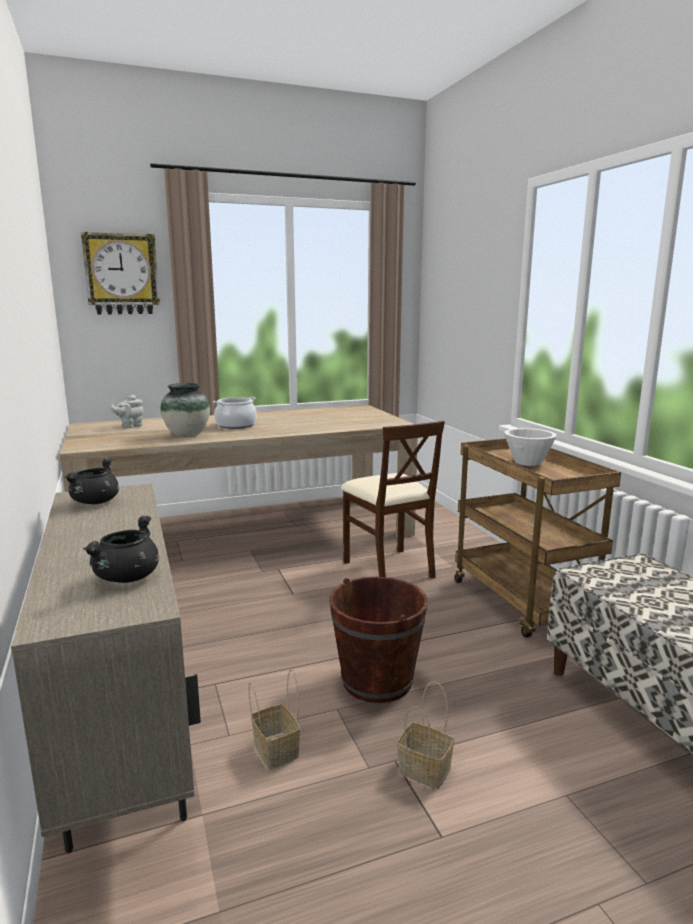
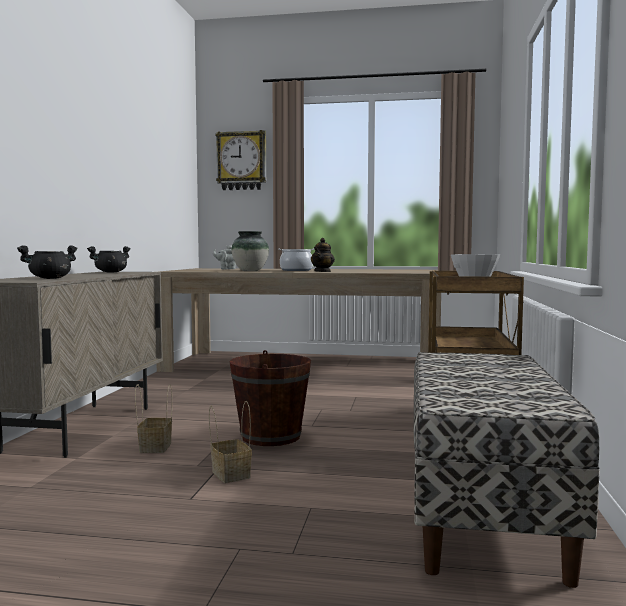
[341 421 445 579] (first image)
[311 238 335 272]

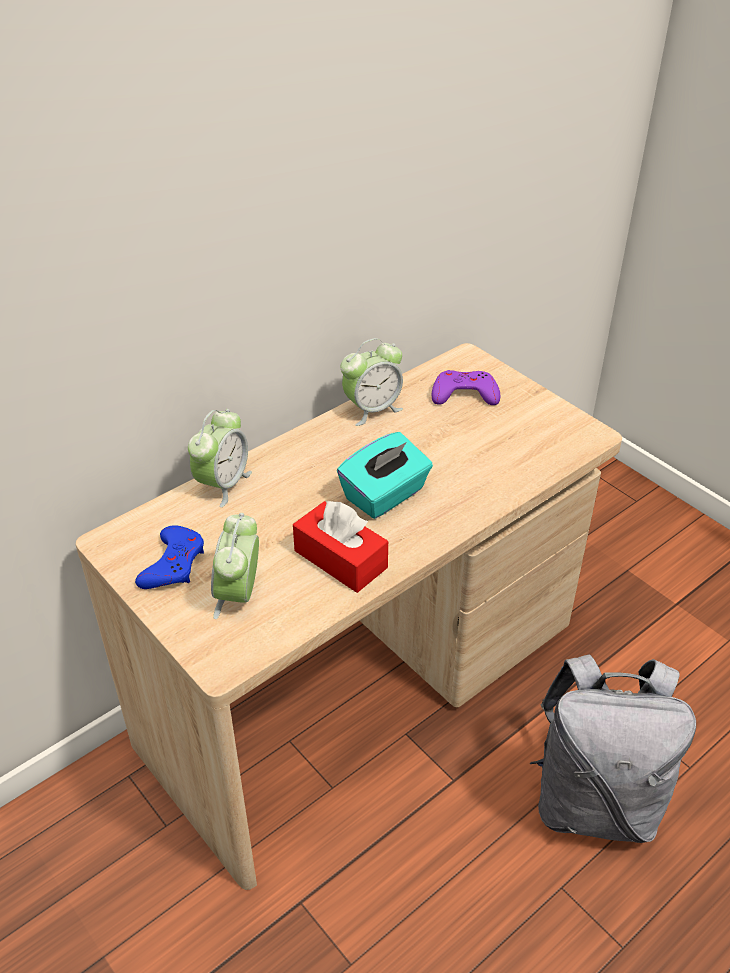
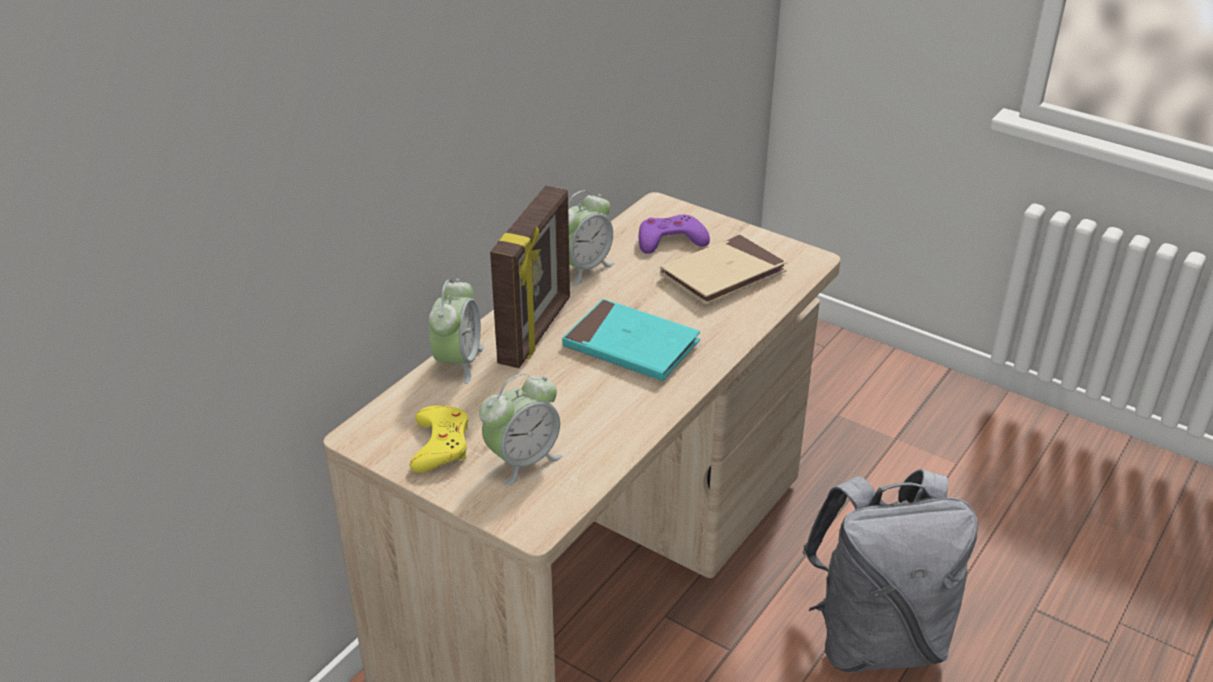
[410 405 469 473]
[479 373 562 486]
[293 501 388 593] (first image)
[562 299 700 381]
[490 186 570 368]
[660 234 787 305]

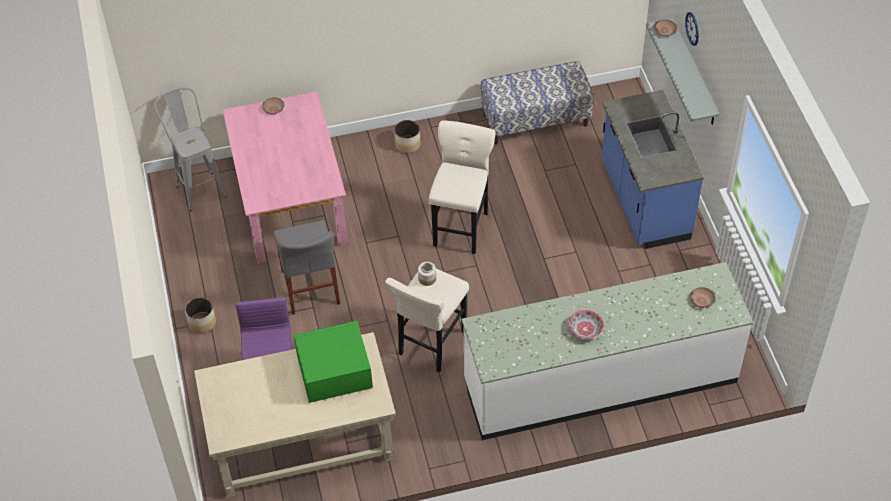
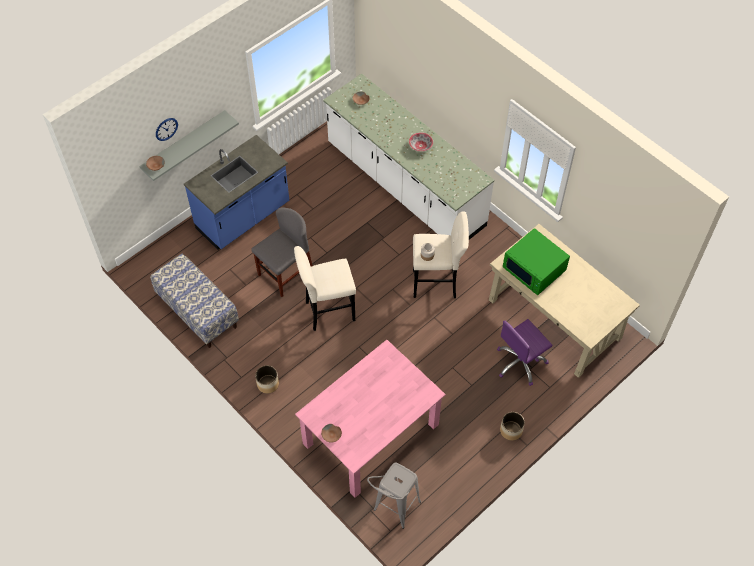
[251 207 313 297]

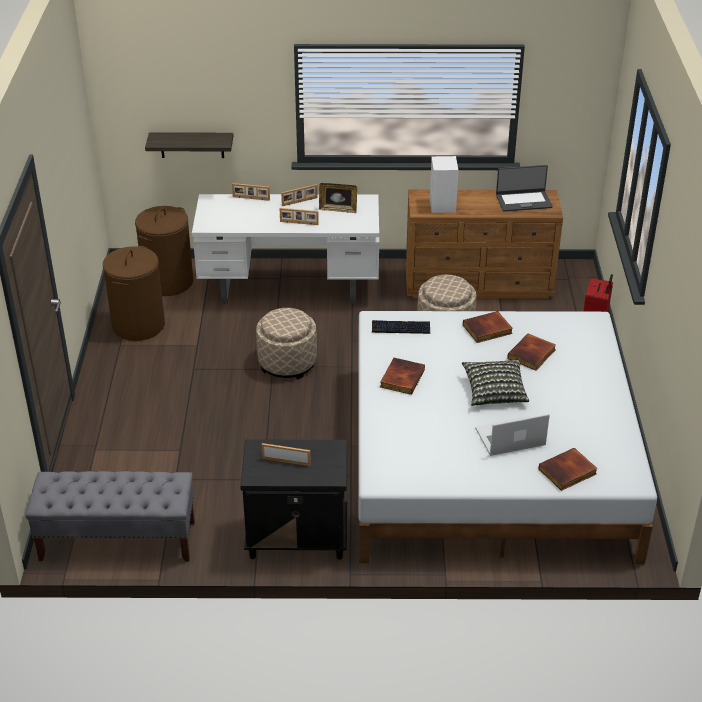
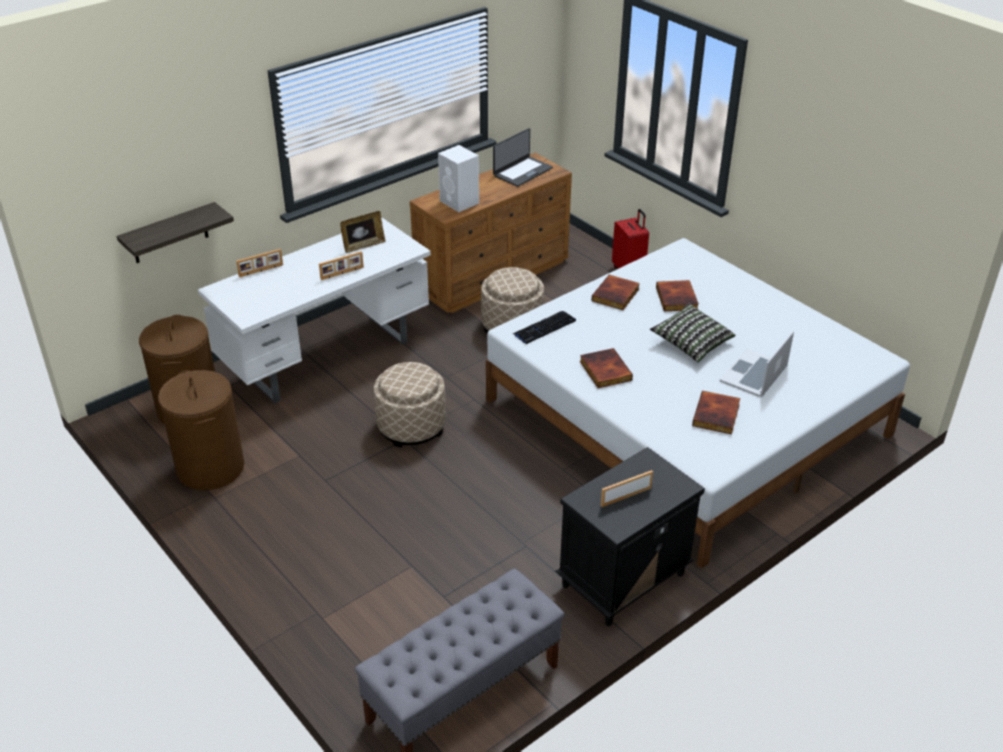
[281 184 317 206] (first image)
[692 391 740 434]

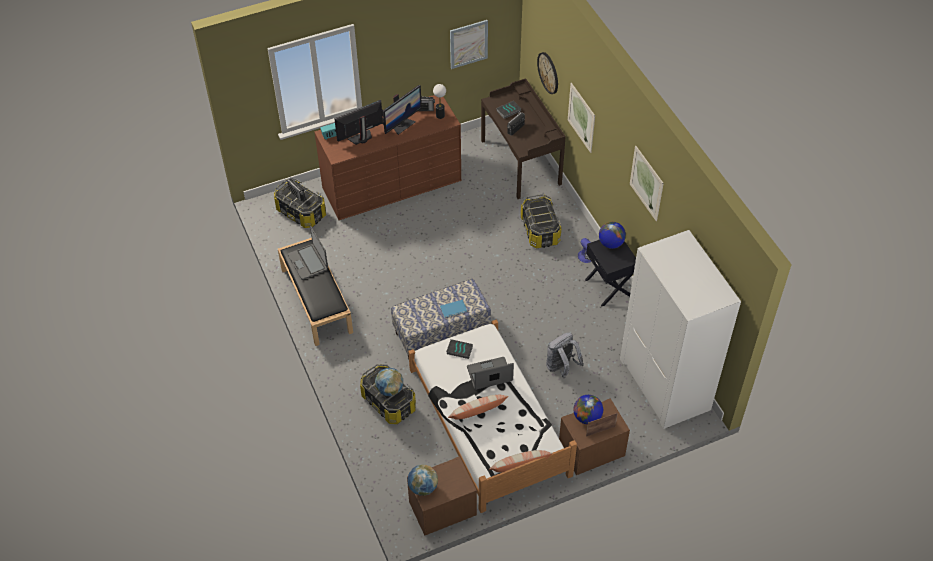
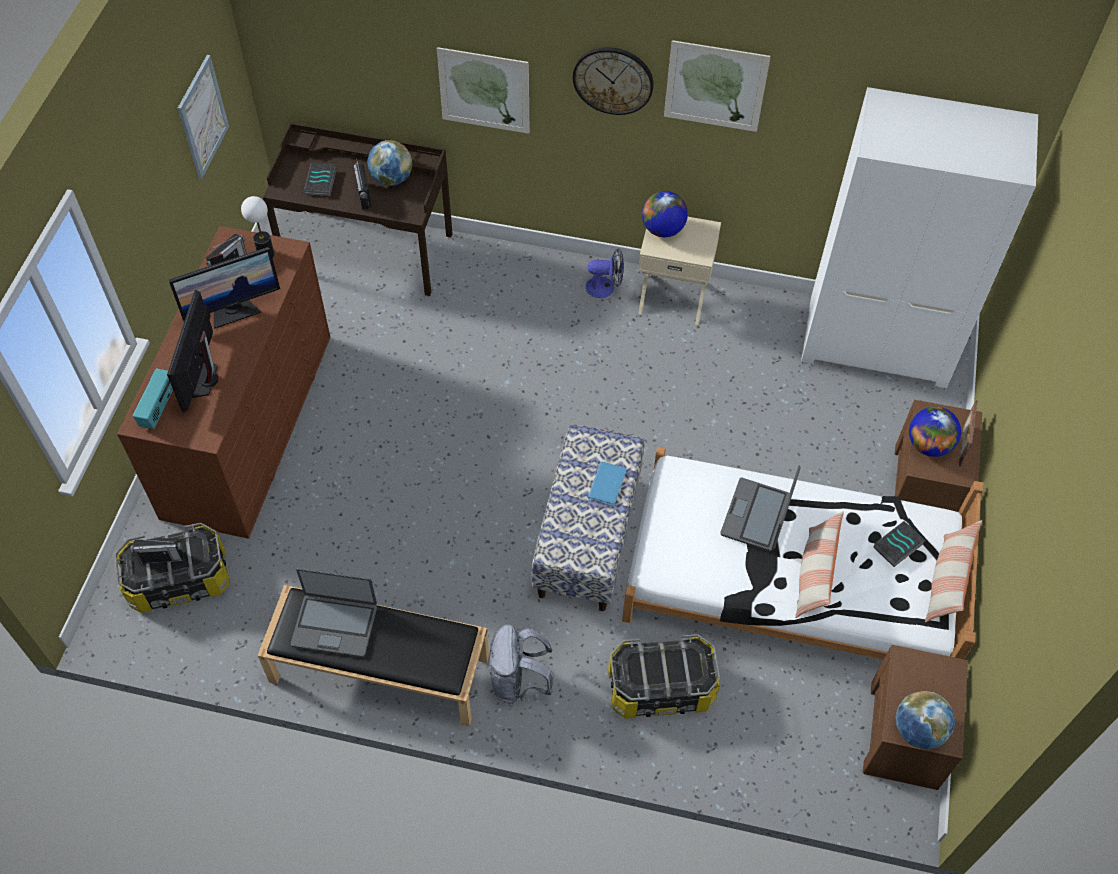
[367 140 413 186]
[169 247 280 329]
[873 521 925 567]
[521 194 561 248] (first image)
[573 47 654 115]
[489 624 553 704]
[638 217 721 325]

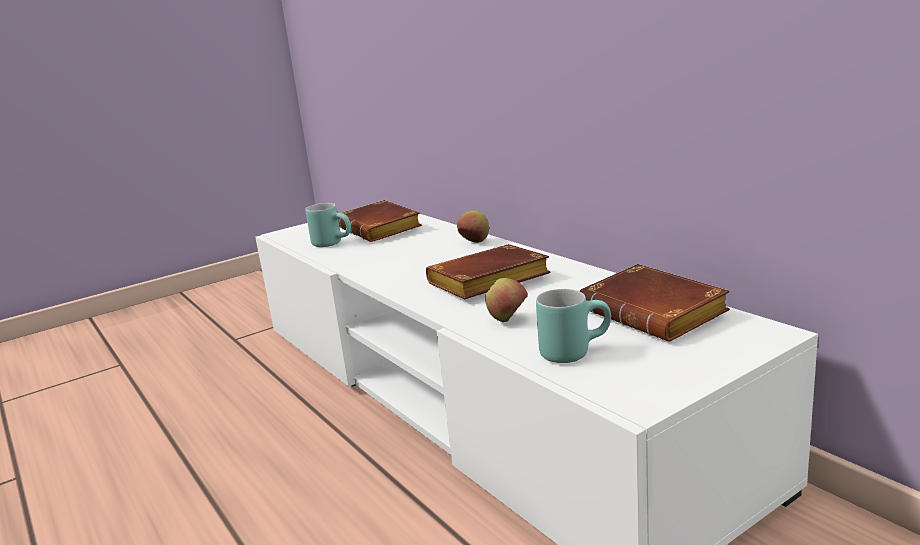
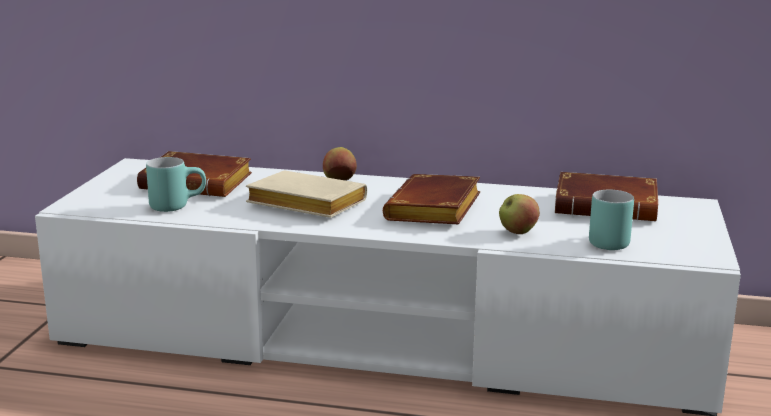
[246 170 367 218]

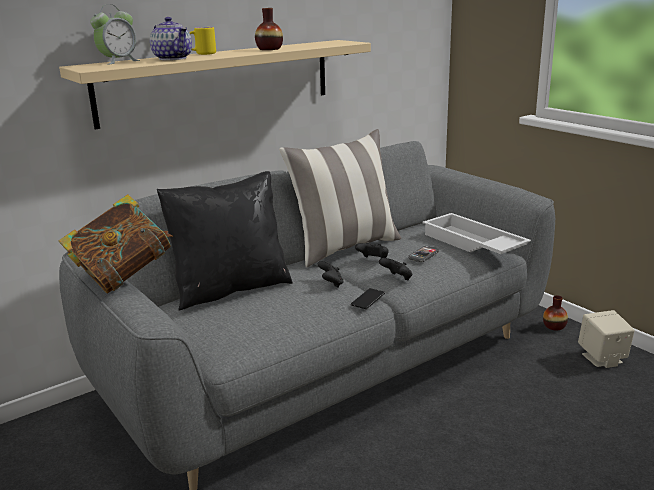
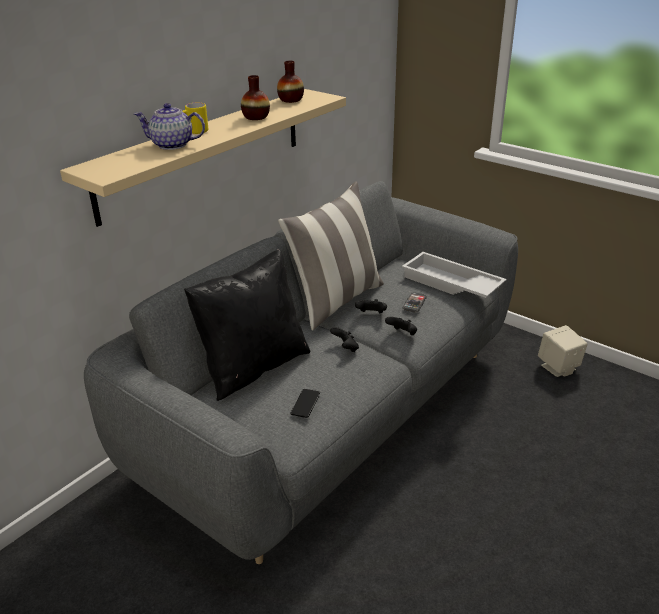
[59 194 173 294] (first image)
[90 4 140 65] (first image)
[134 103 205 150]
[290 389 320 418]
[277 61 304 103]

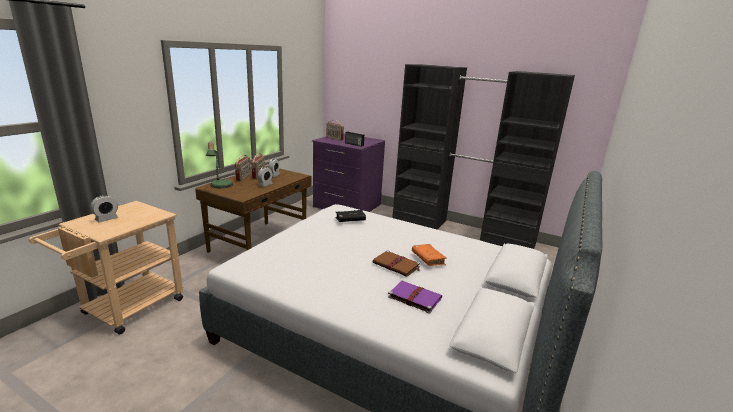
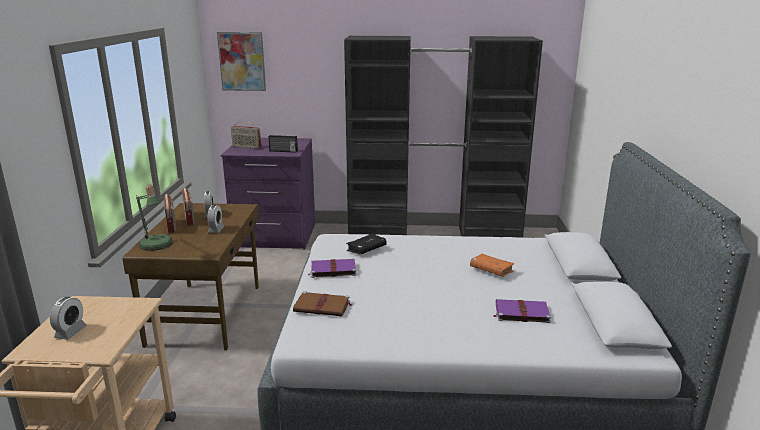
[293 291 353 316]
[217 32 266 91]
[308 259 356 278]

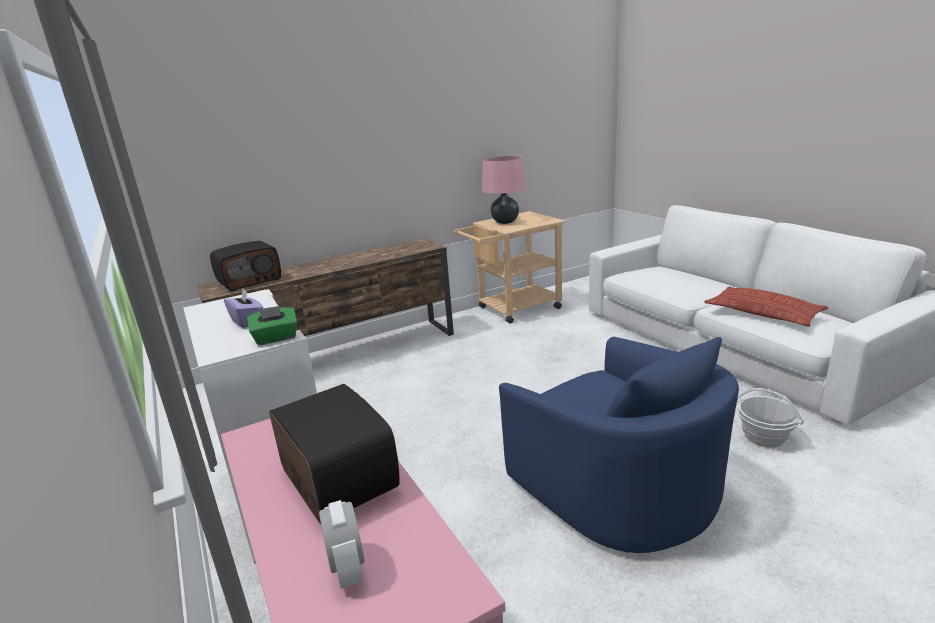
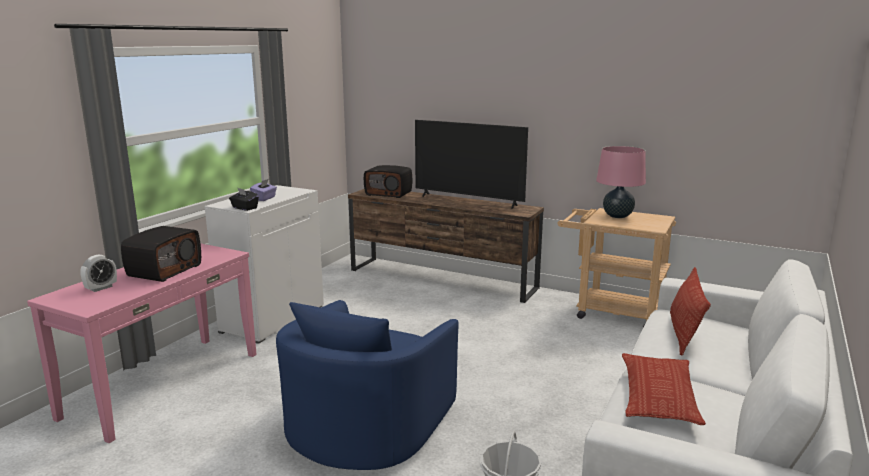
[229 188 259 211]
[415 120 528 209]
[670 267 711 355]

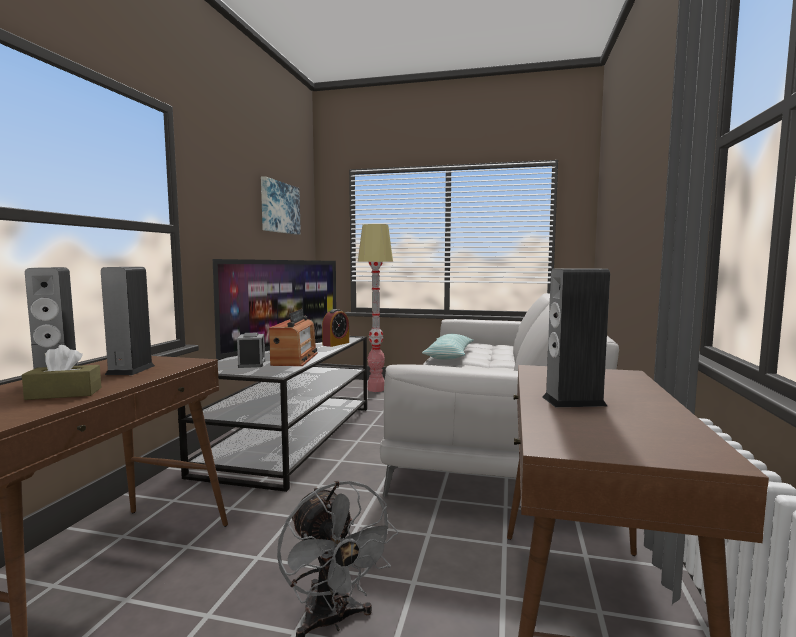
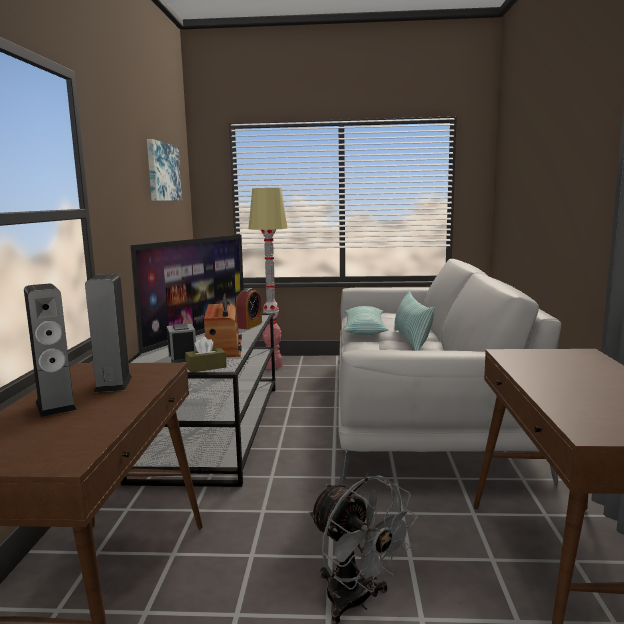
[185 337 227 373]
[543 269 610 407] (first image)
[394 291 435 351]

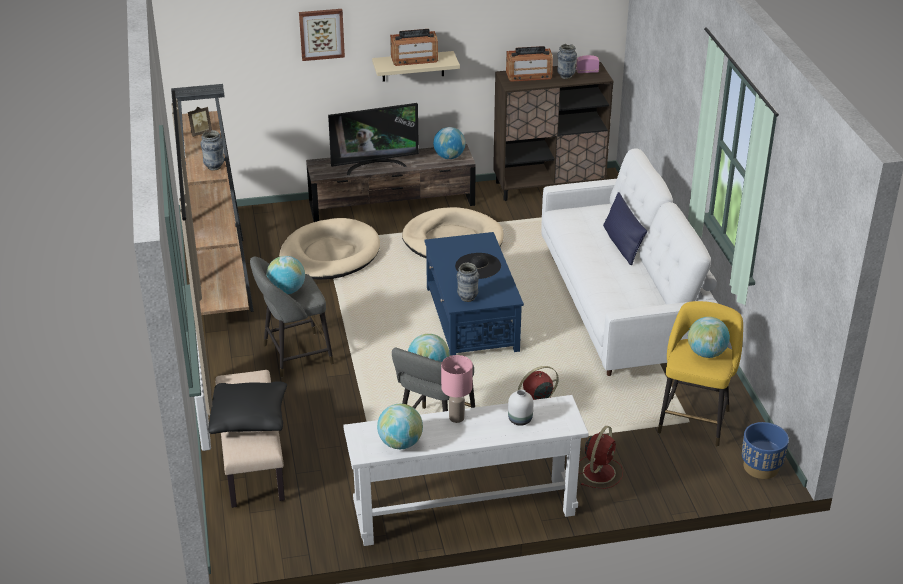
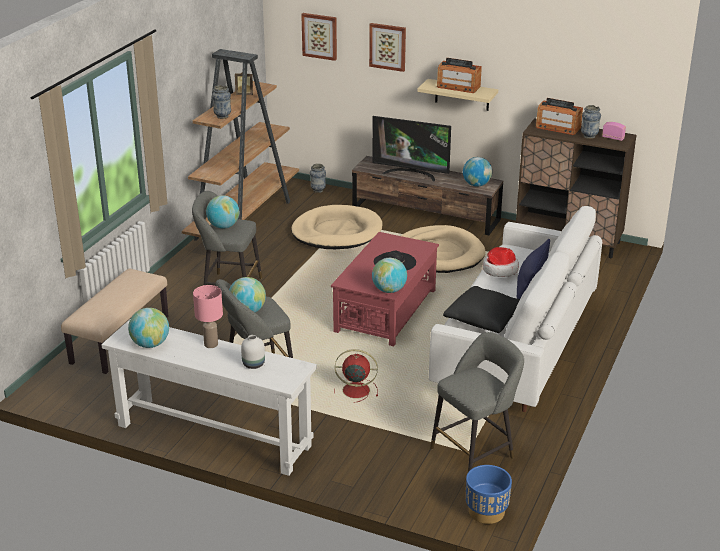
[443 286 520 333]
[331 232 439 346]
[310 163 326 193]
[578 426 623 489] (first image)
[430 332 524 472]
[372 258 407 293]
[301 13 337 61]
[483 247 519 277]

